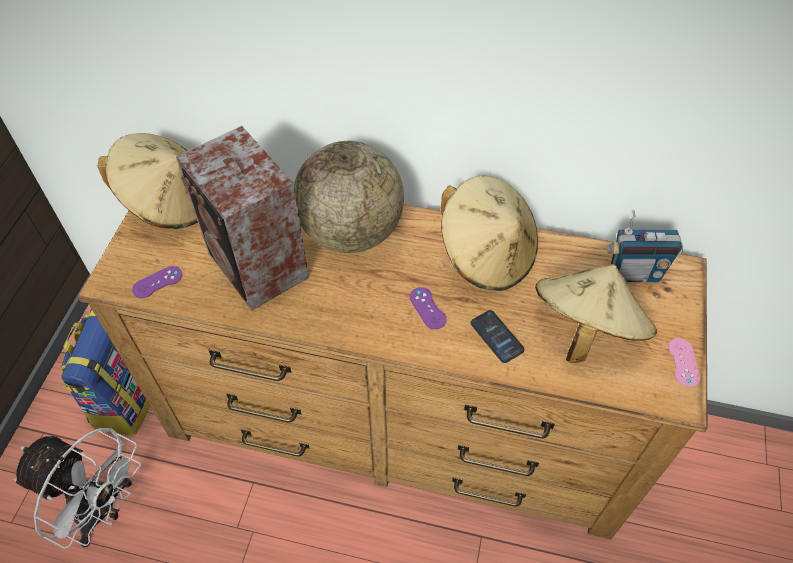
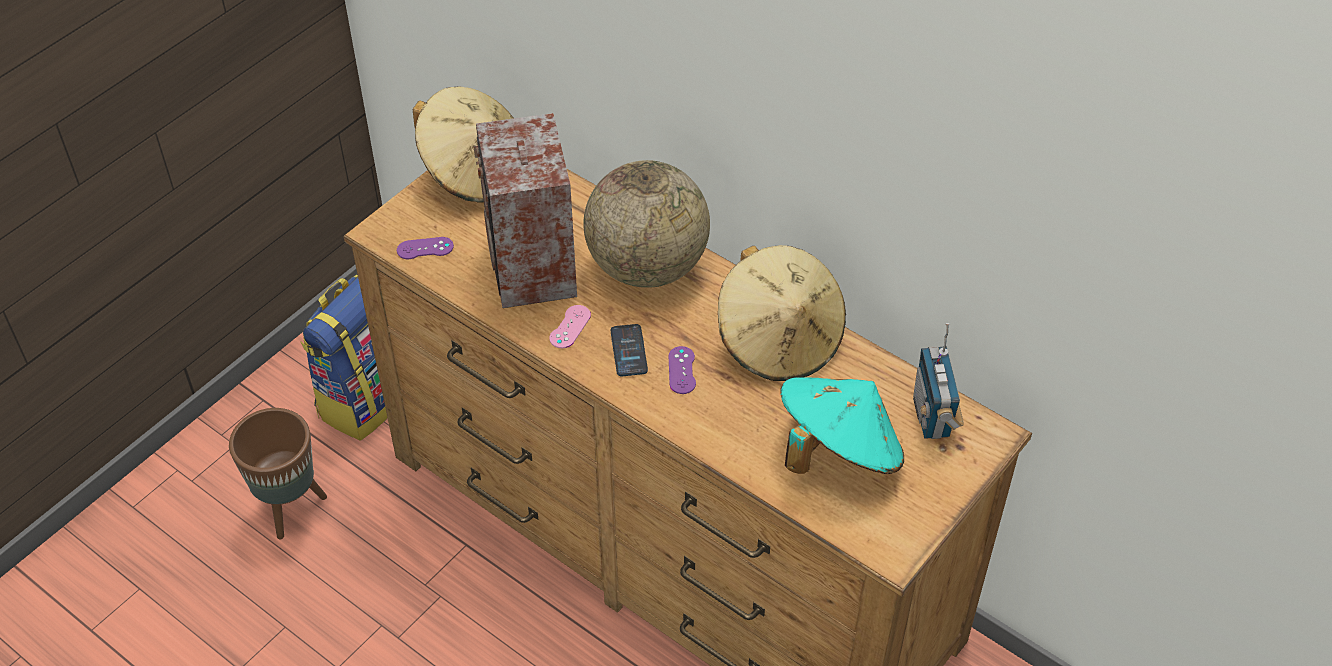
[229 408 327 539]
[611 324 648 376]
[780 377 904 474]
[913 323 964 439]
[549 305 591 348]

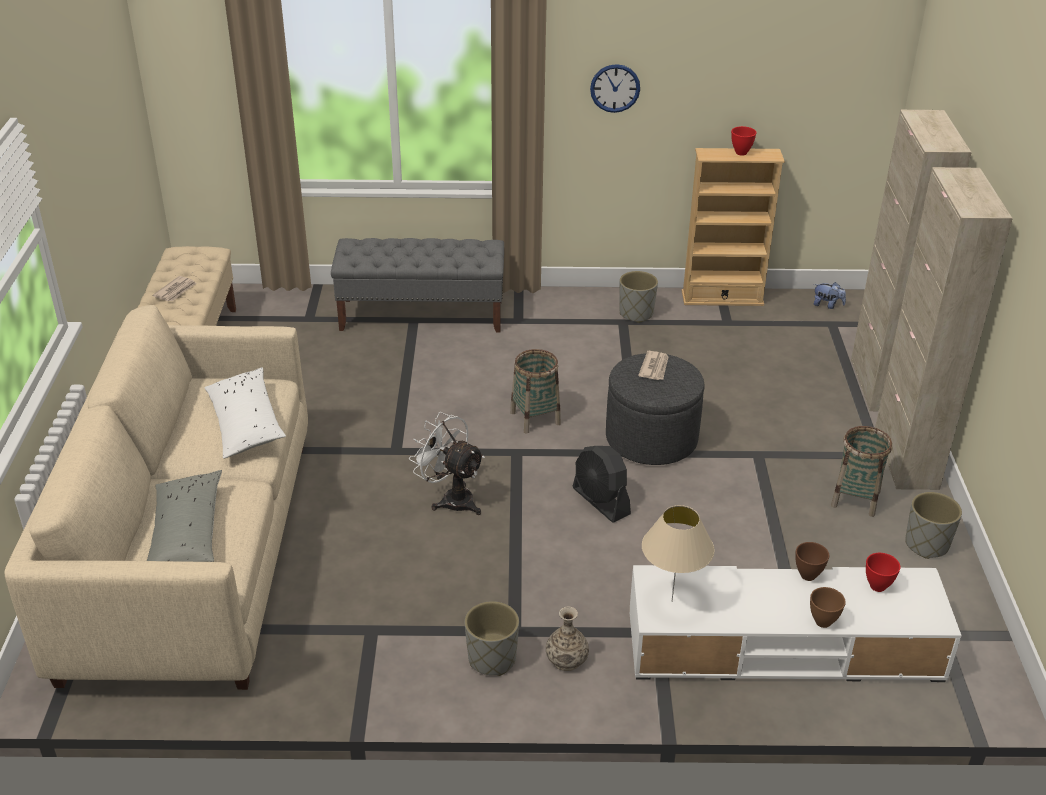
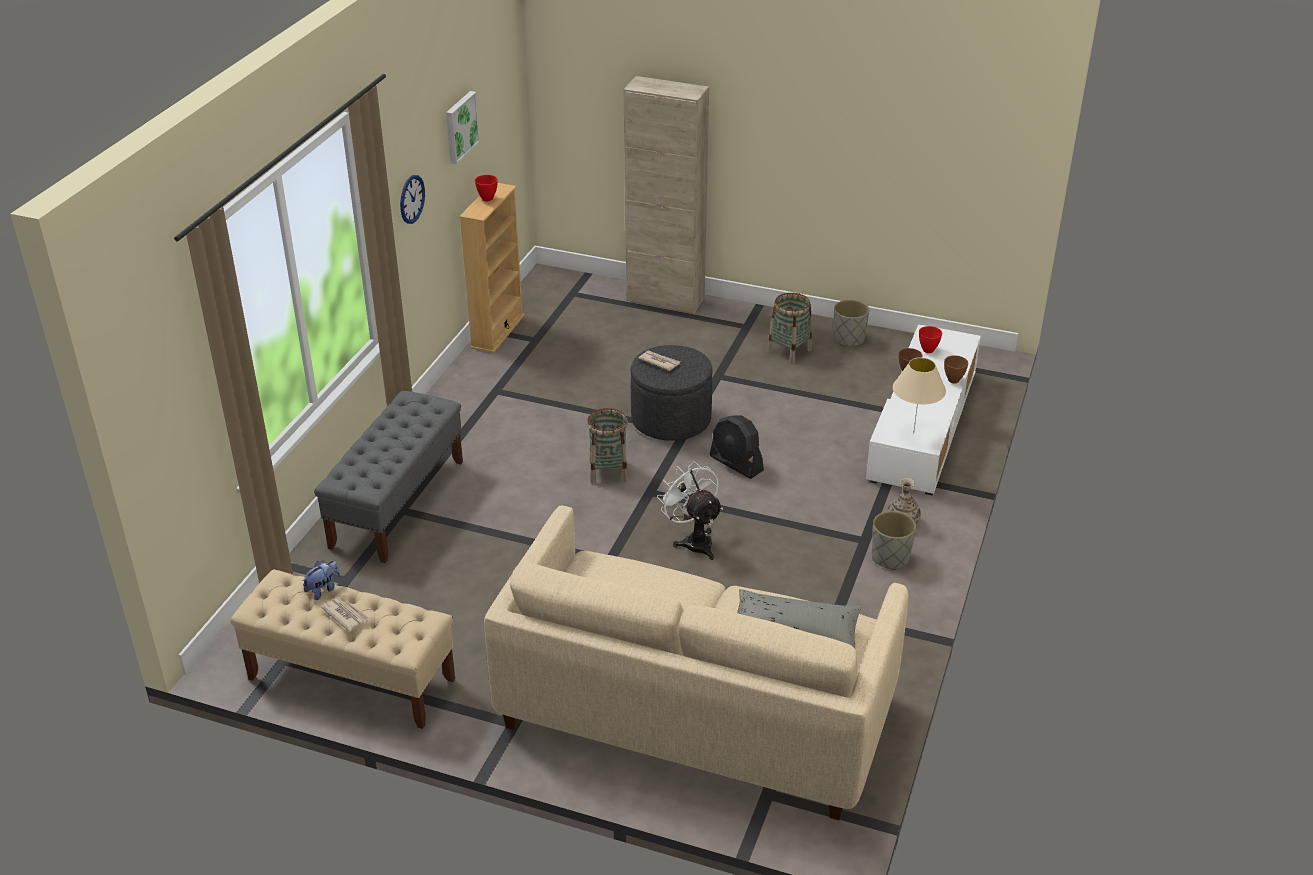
[205 367 286 459] (first image)
[657 461 723 560]
[709 415 764 479]
[619 271 658 323] (first image)
[303 561 340 600]
[875 167 1013 490] (first image)
[446 91 480 164]

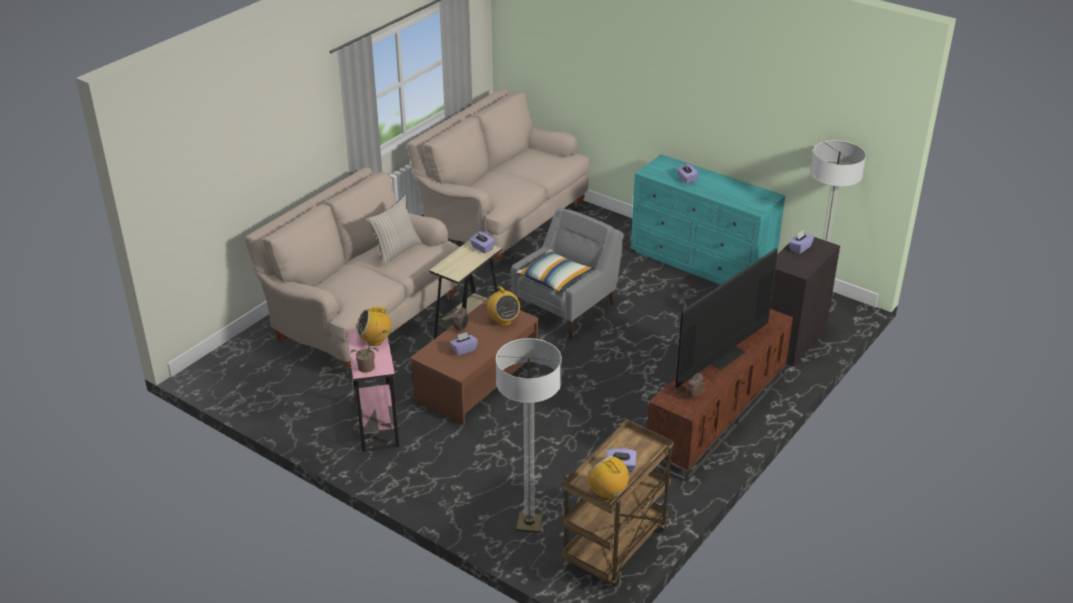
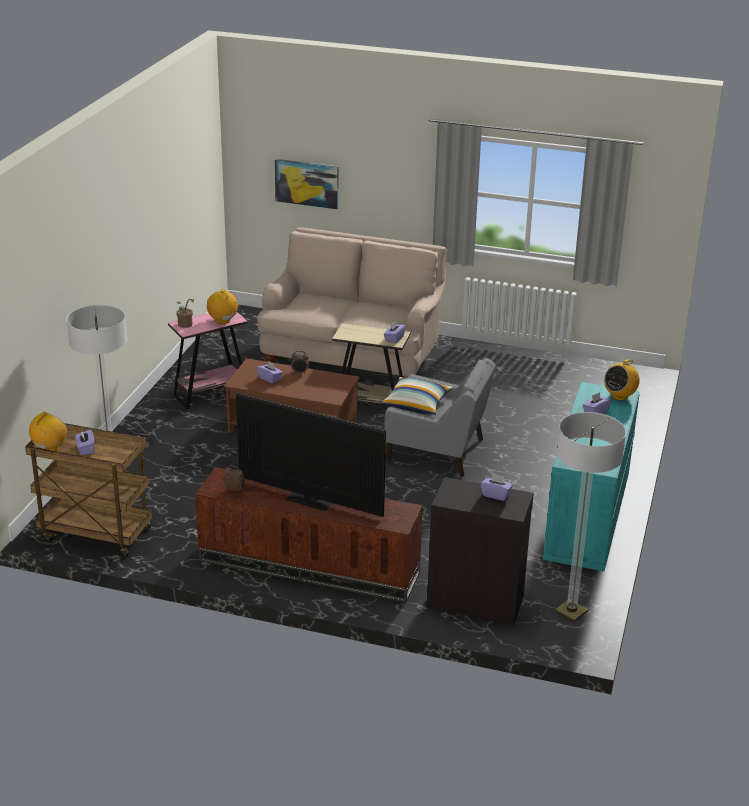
[367 195 422 267] (first image)
[406 88 590 265] (first image)
[604 359 640 401]
[275 159 339 209]

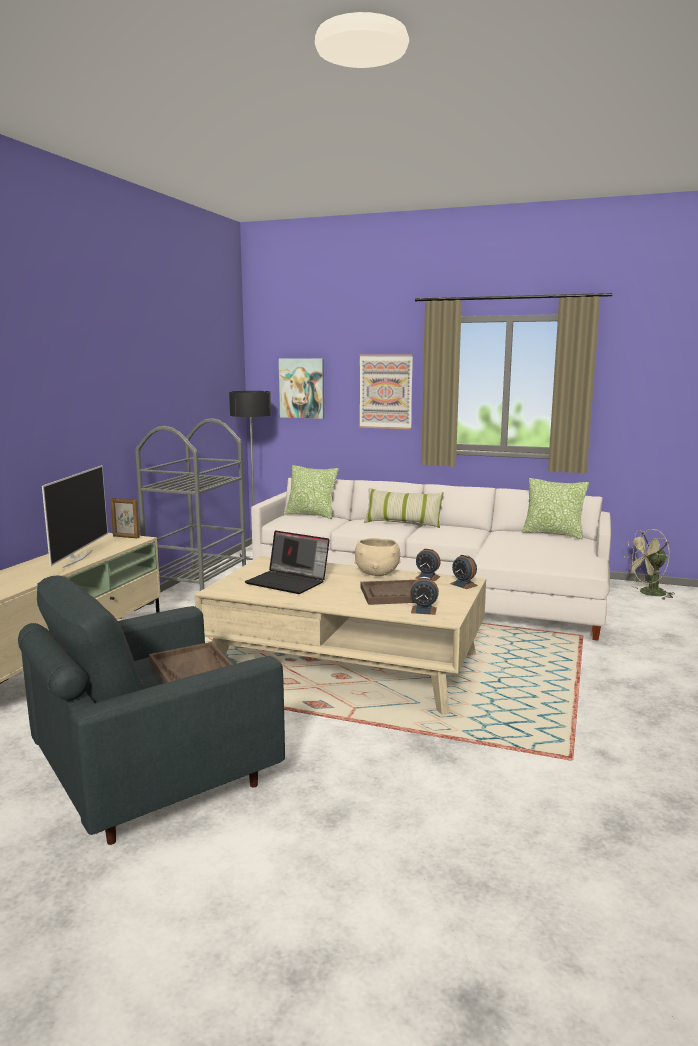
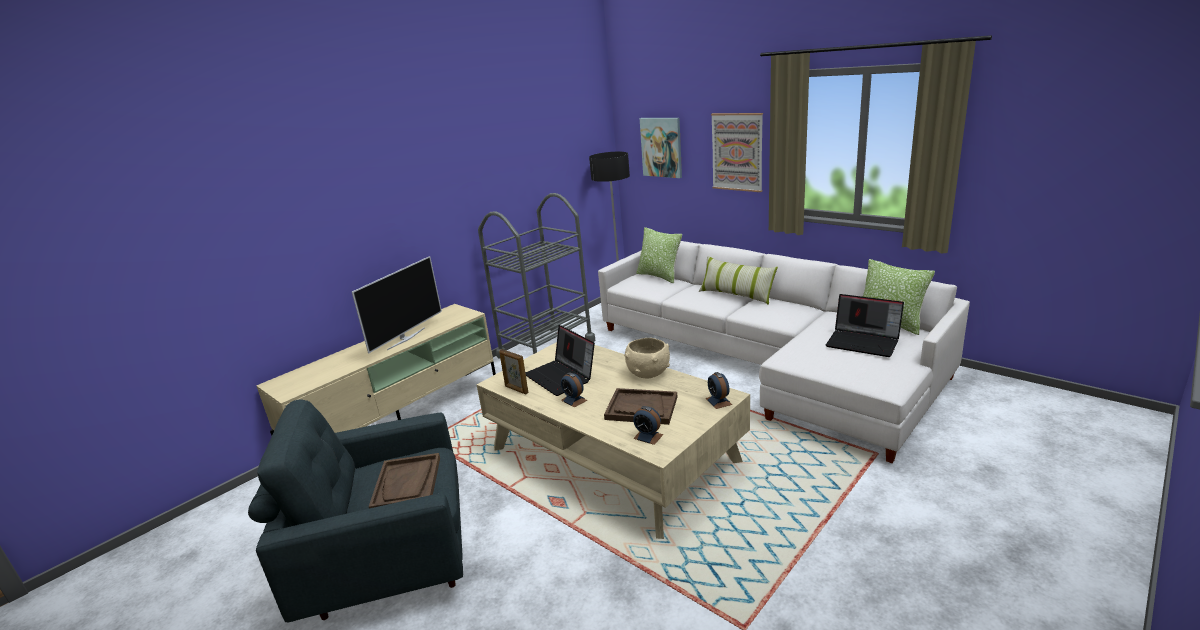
[499 349 528 394]
[561 372 587 408]
[624 529 675 600] (first image)
[826 294 904 357]

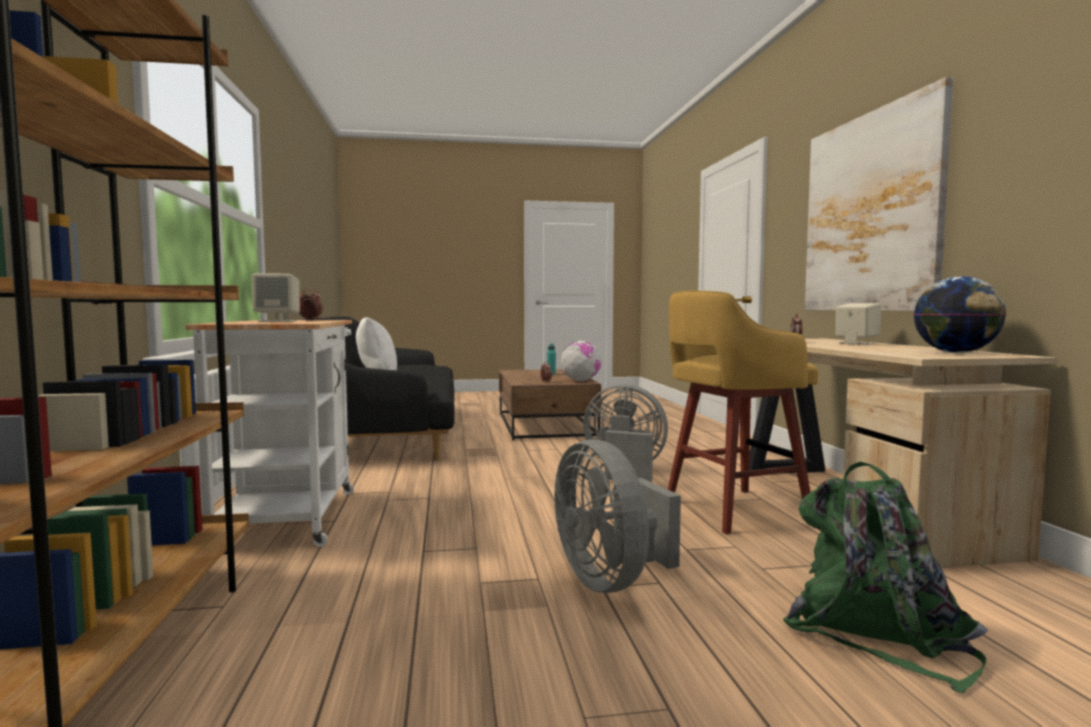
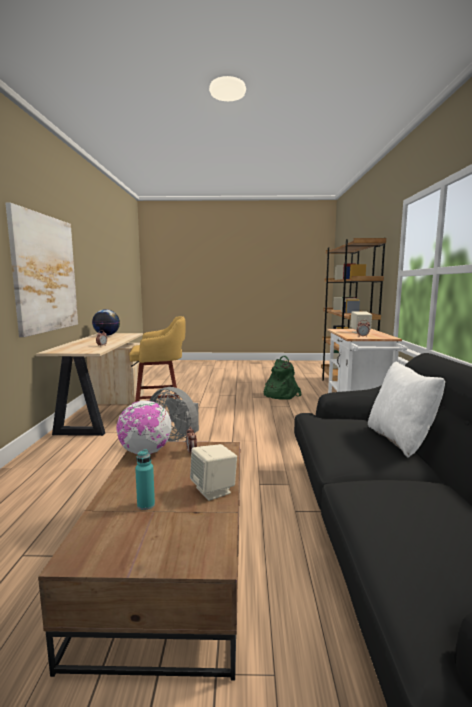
[554 439 681 593] (first image)
[264 356 301 400]
[190 444 237 501]

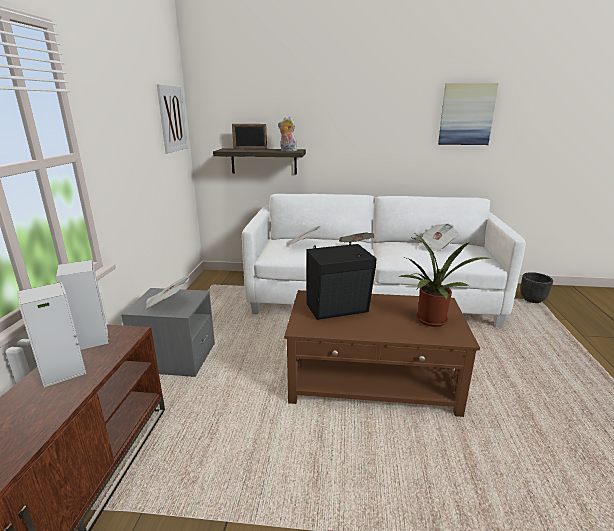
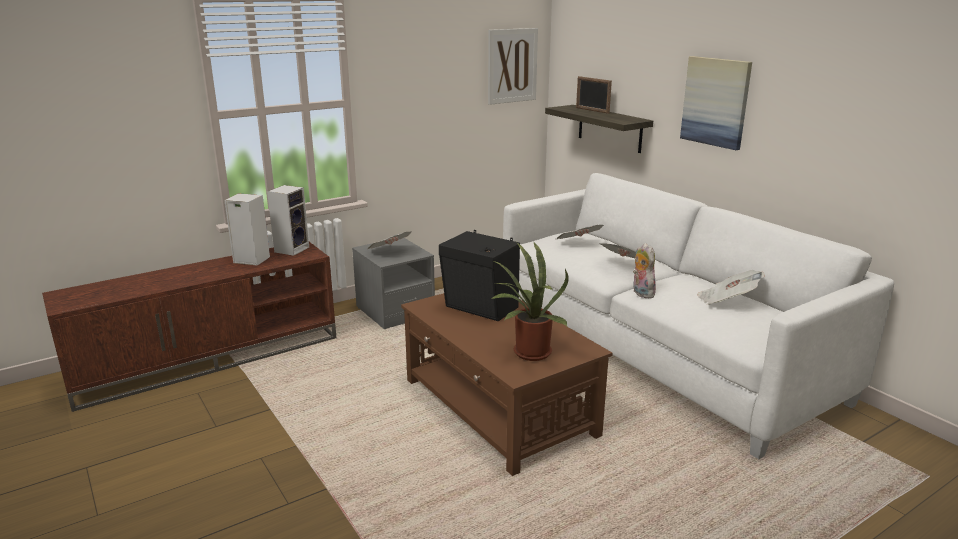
[633 243 656 298]
[680 56 752 150]
[520 272 553 303] (first image)

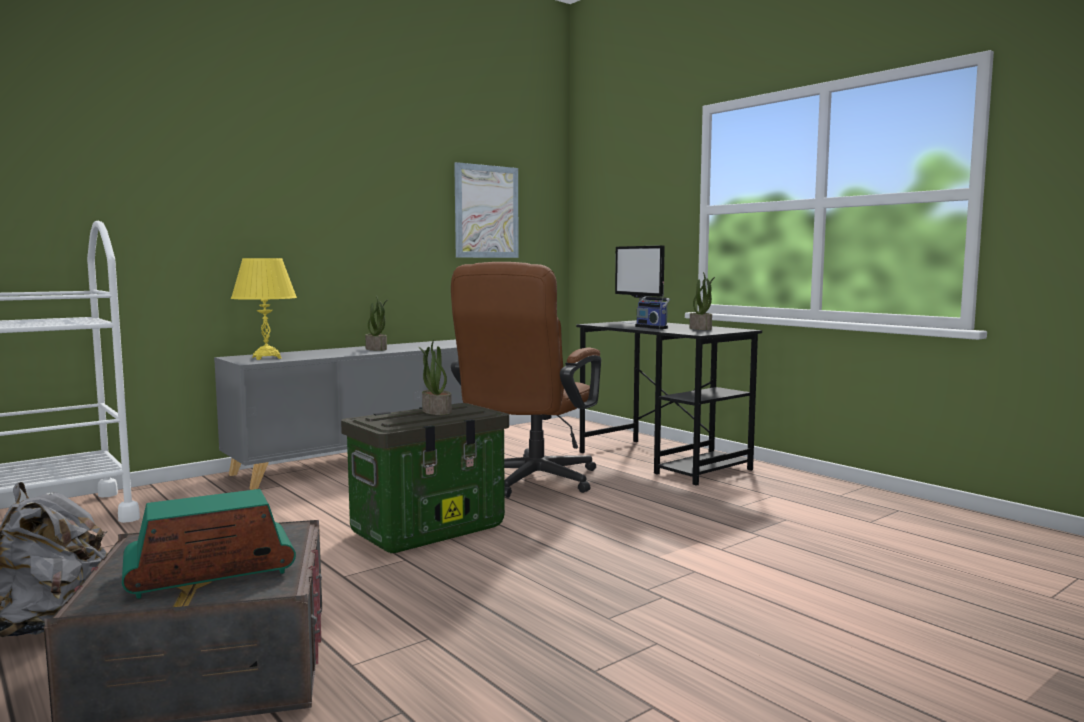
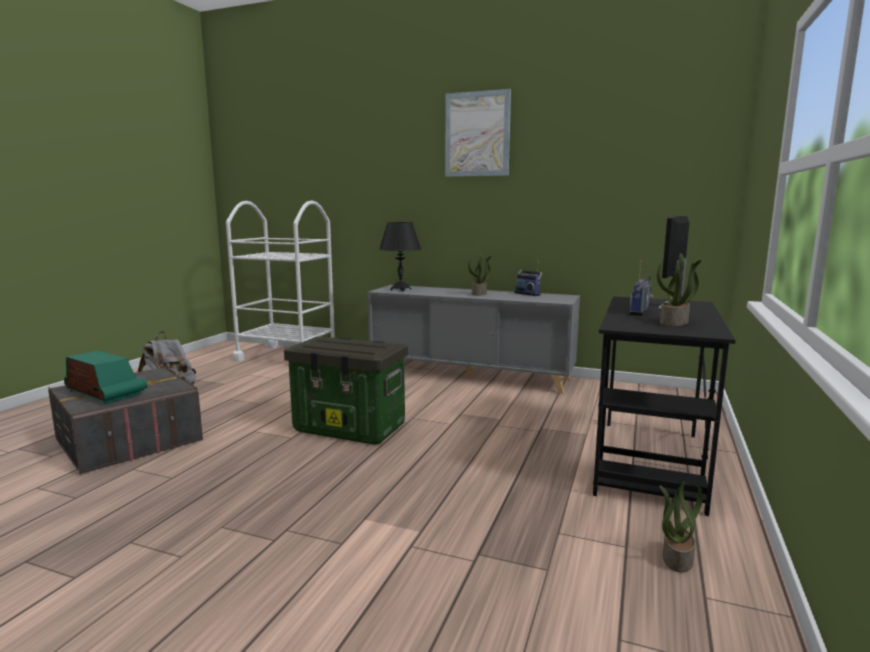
[379 222 421 291]
[659 481 703 573]
[451 262 601 498] (first image)
[445 89 511 177]
[514 260 543 296]

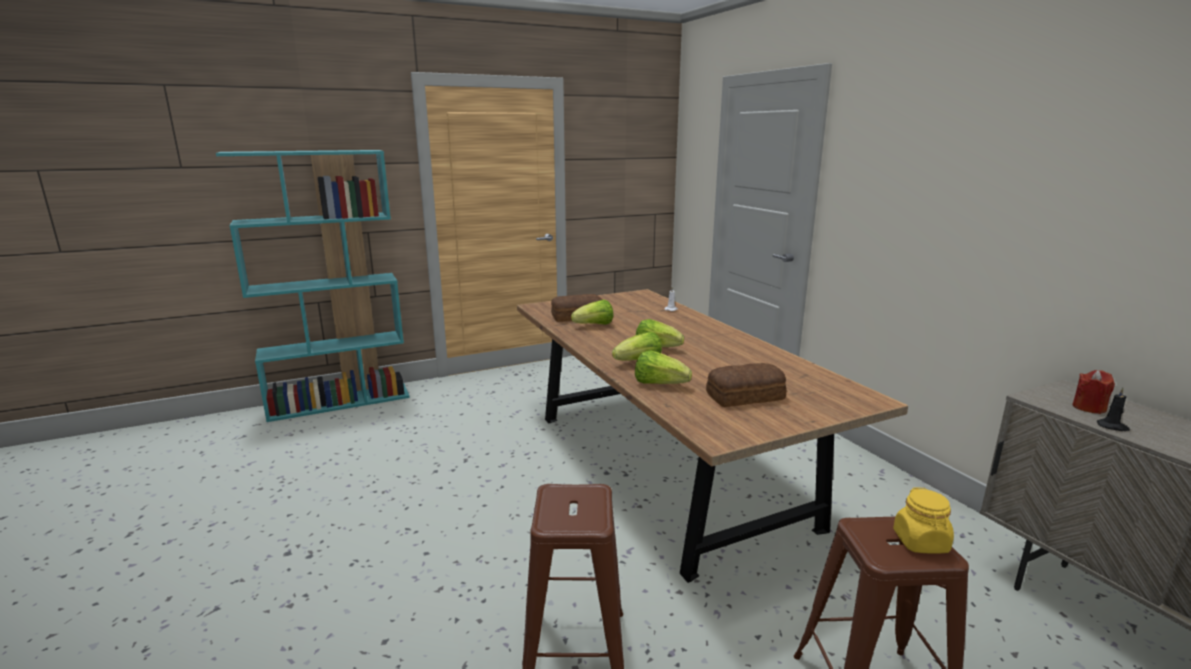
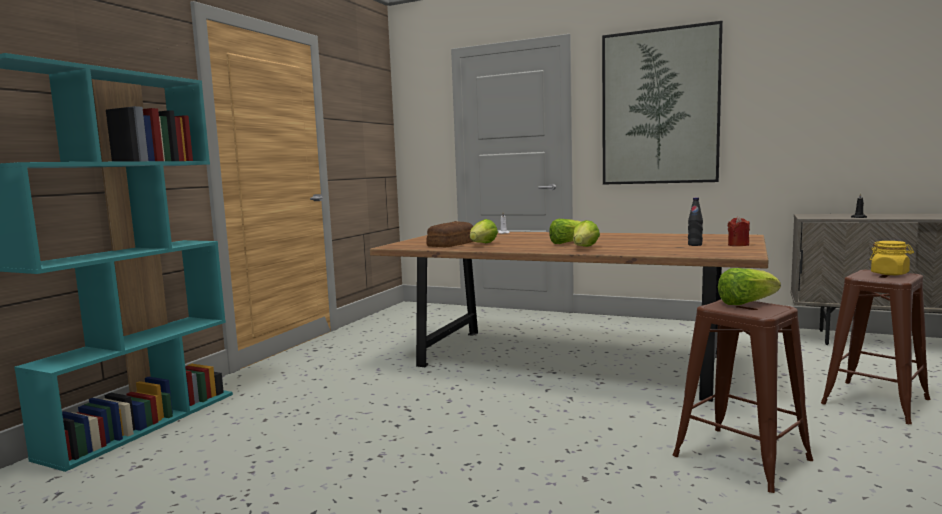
[718 268 781 305]
[688 197 703 246]
[728 216 750 246]
[602 21 723 185]

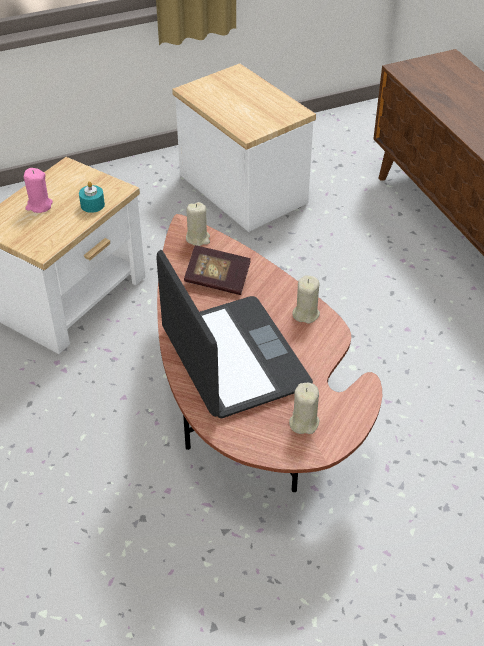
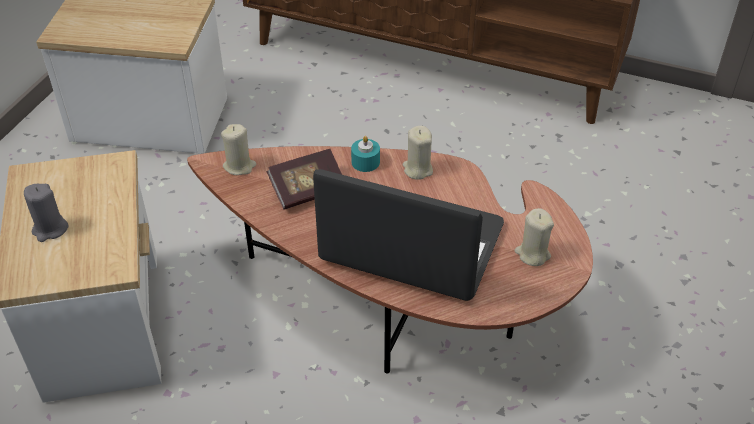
[24 184 68 242]
[351 136 380 172]

